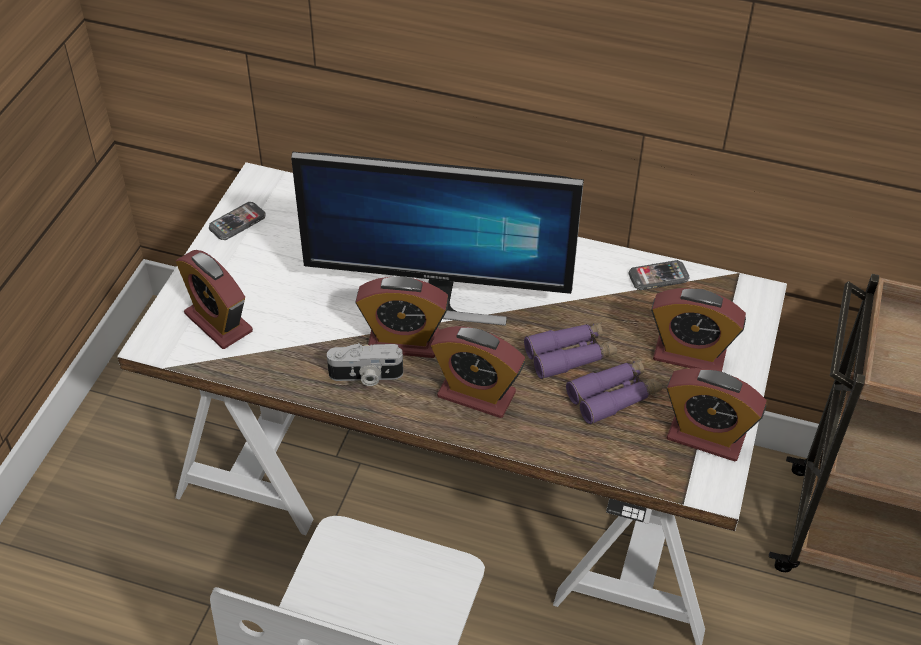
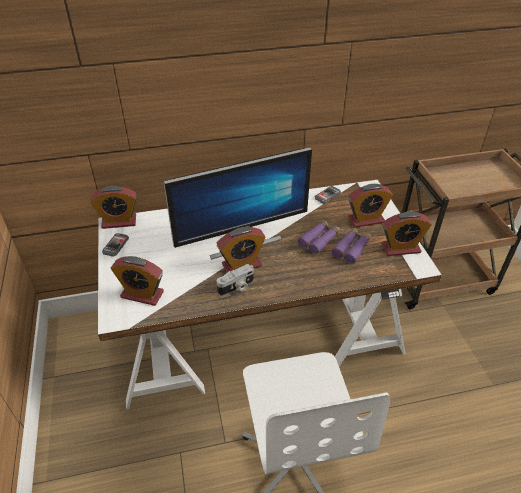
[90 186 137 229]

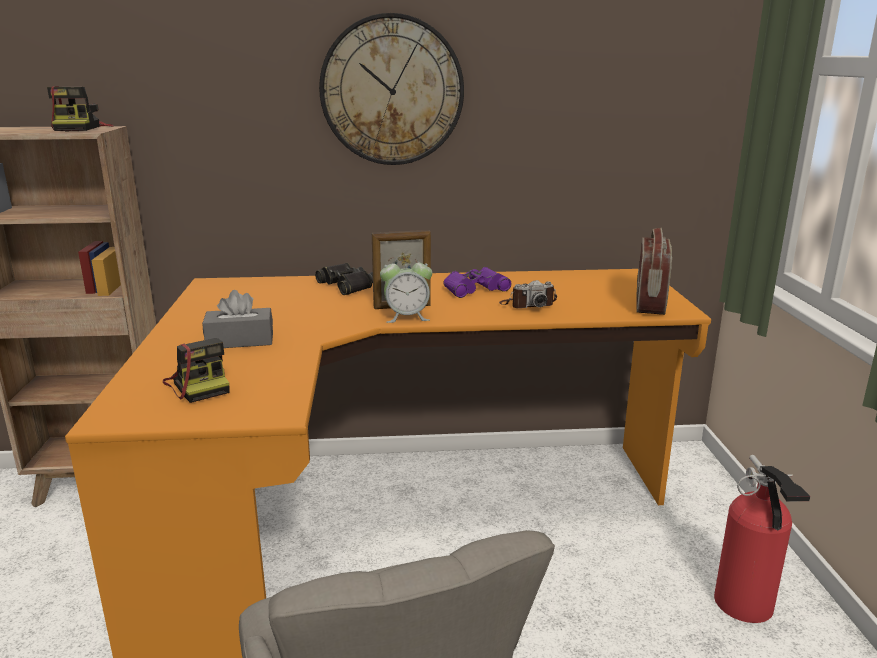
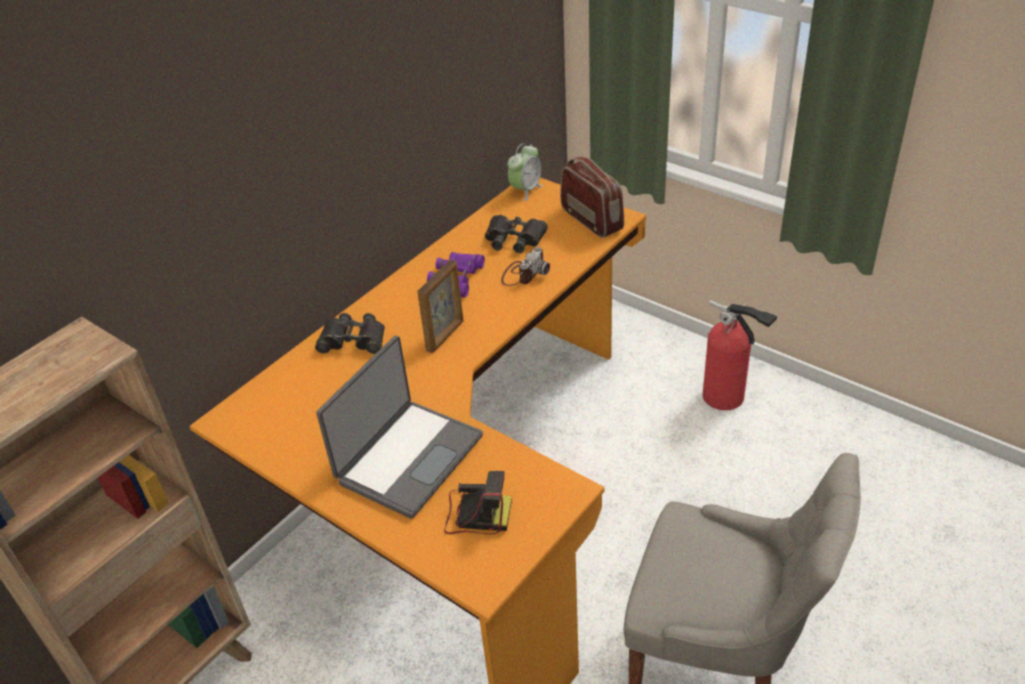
[316 335 483 518]
[485 215 548 253]
[507 143 543 201]
[47 86 114 131] (first image)
[319 13 464 165] (first image)

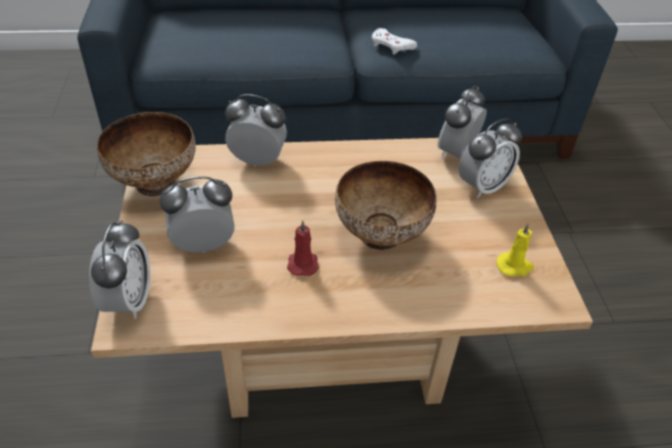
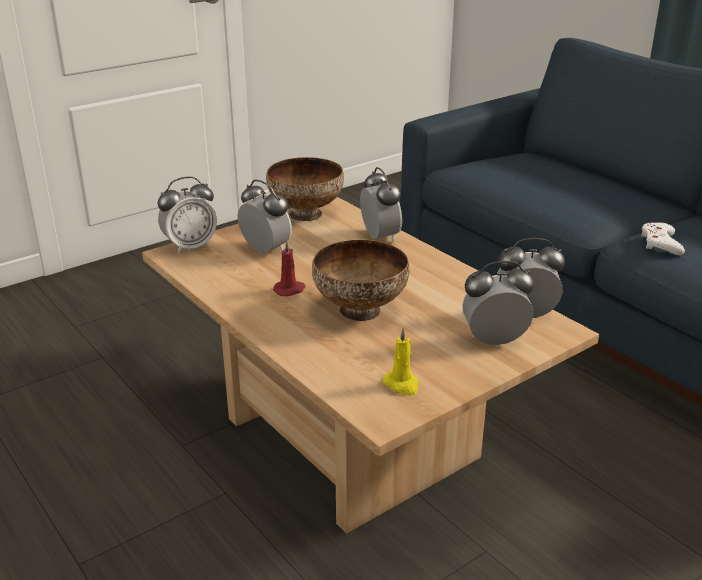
[462 261 534 347]

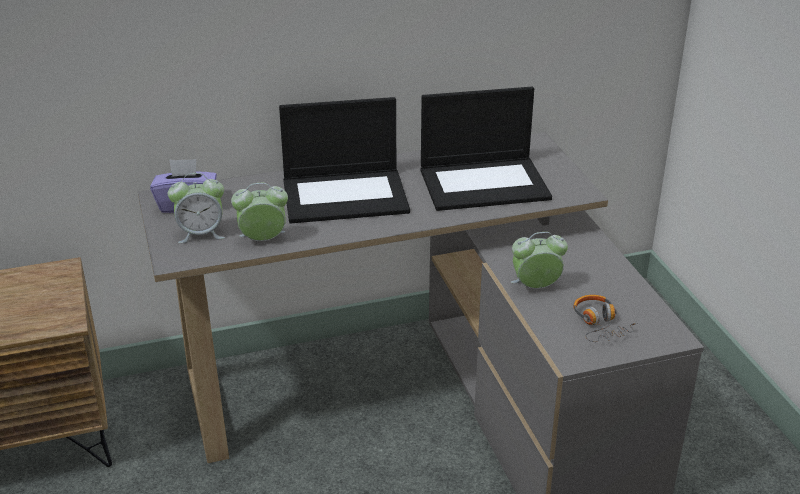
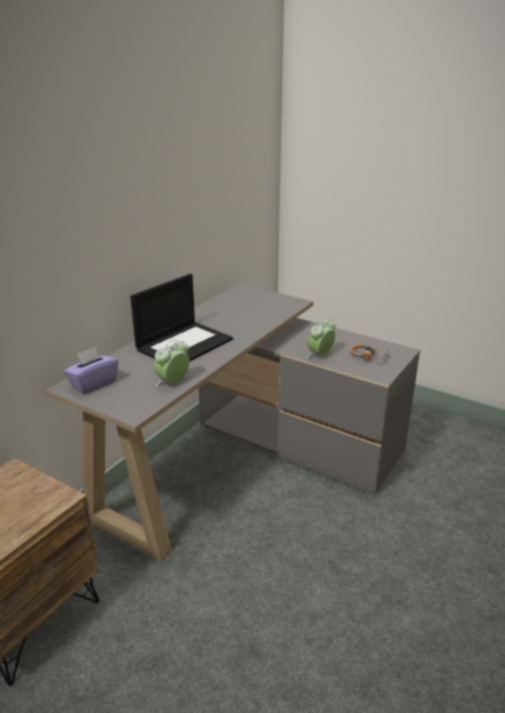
[168 173 225 243] (first image)
[421 87 552 211] (first image)

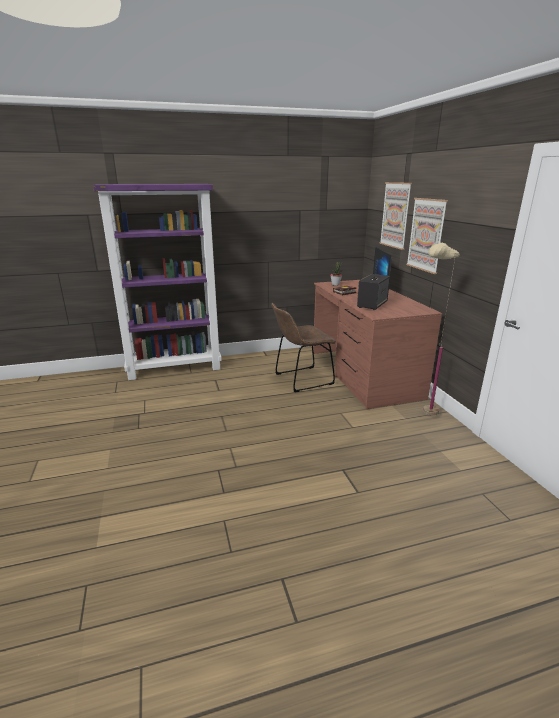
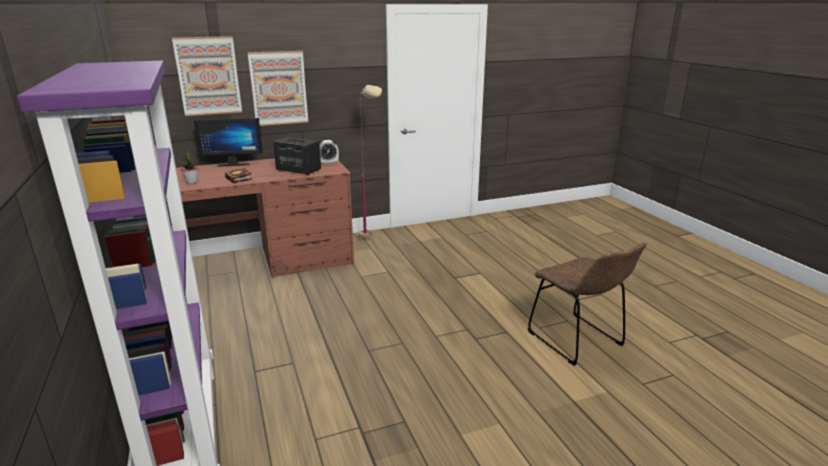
[320 140 339 164]
[528 242 647 366]

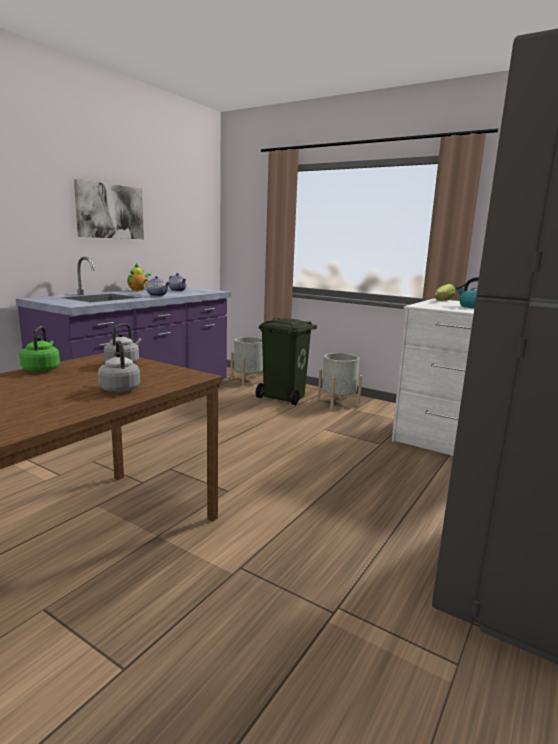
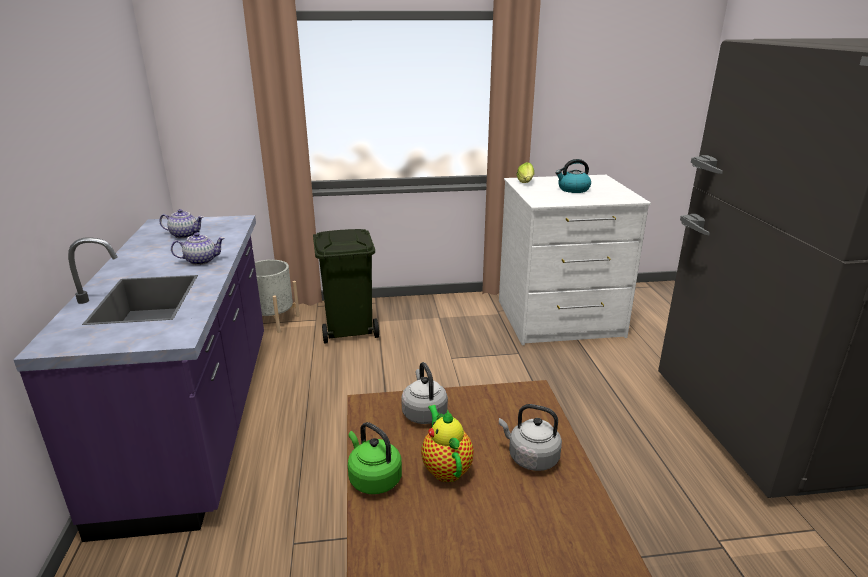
[421 405 474 482]
[74 179 144 239] (first image)
[318 353 362 410] (first image)

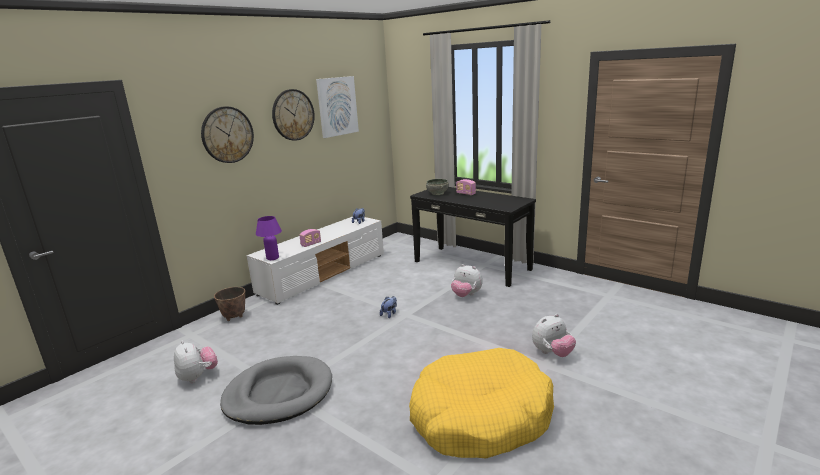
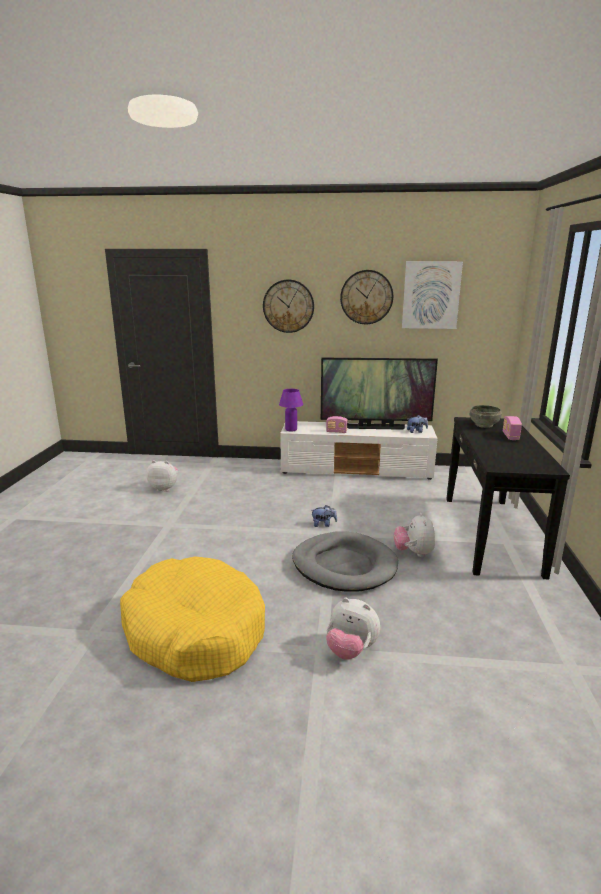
[146 460 178 492]
[292 531 398 592]
[321 358 438 430]
[214 287 245 321] (first image)

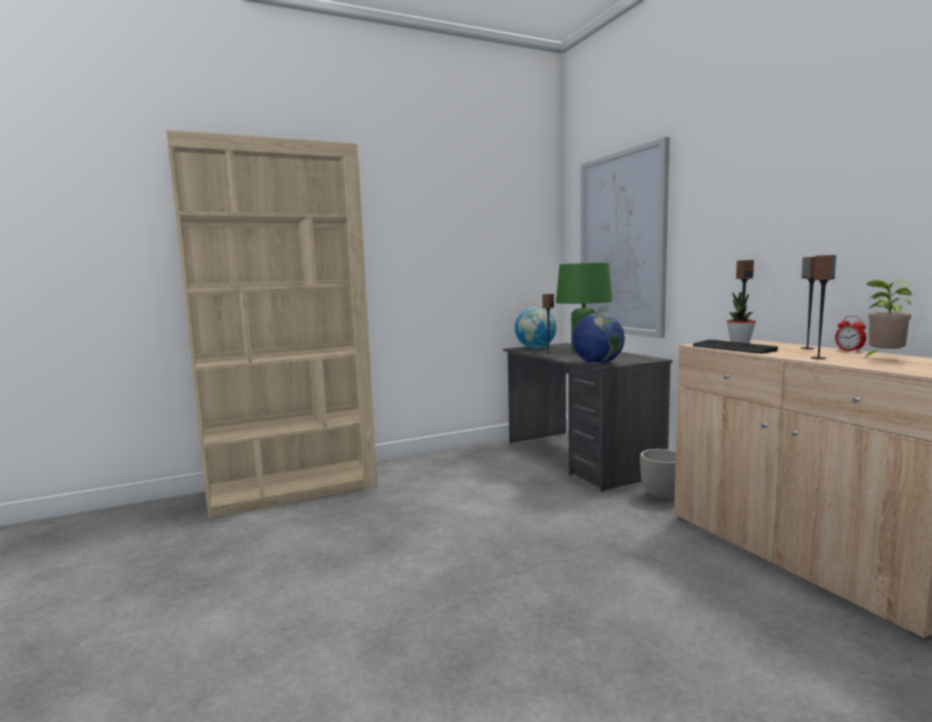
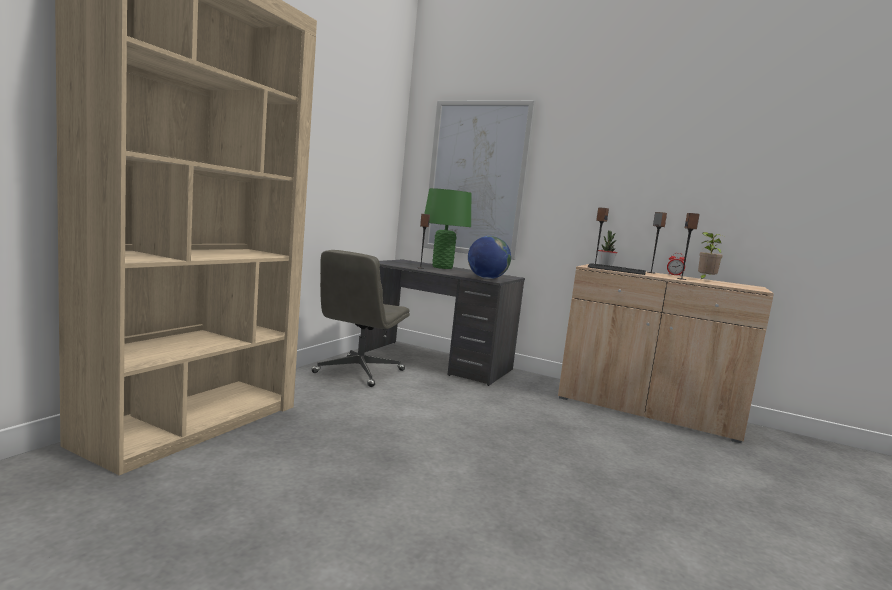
[311 250 410 387]
[515 307 557 349] (first image)
[640 449 676 501] (first image)

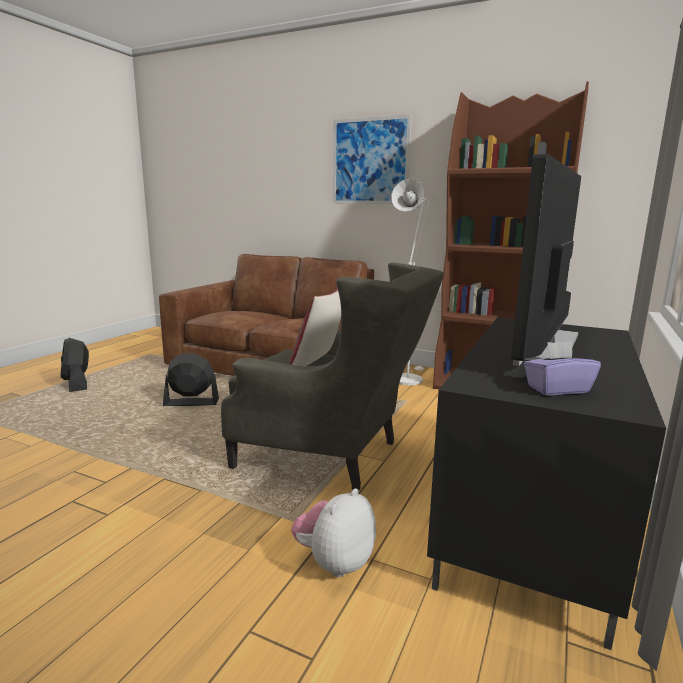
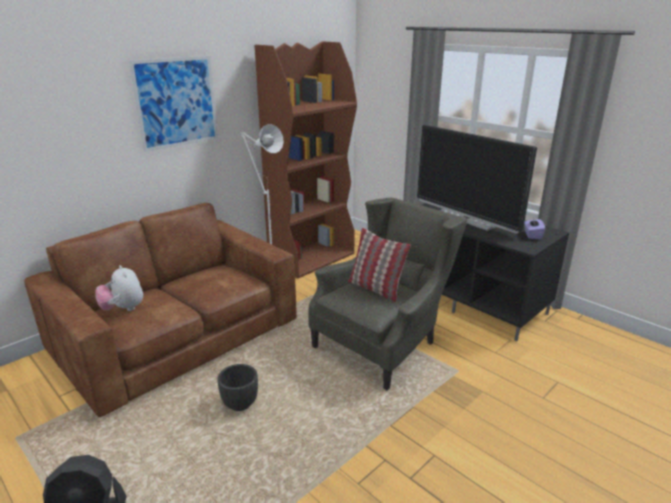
[95 265 143 311]
[217 364 258 411]

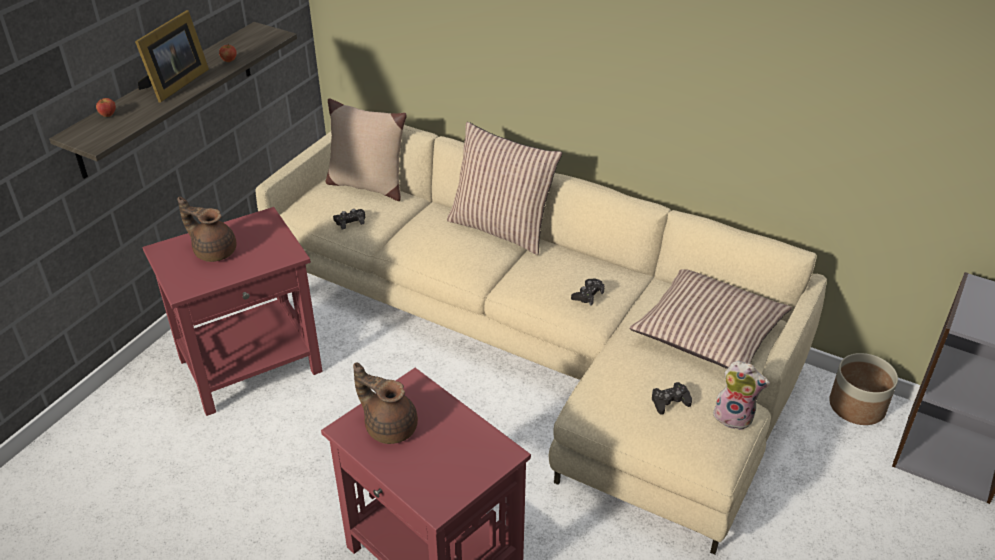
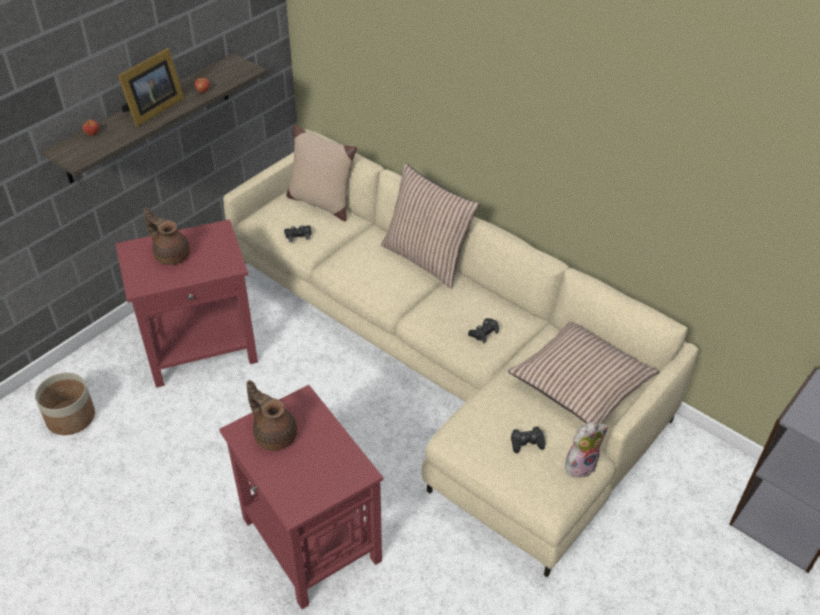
[35 372 95 435]
[565 422 608 478]

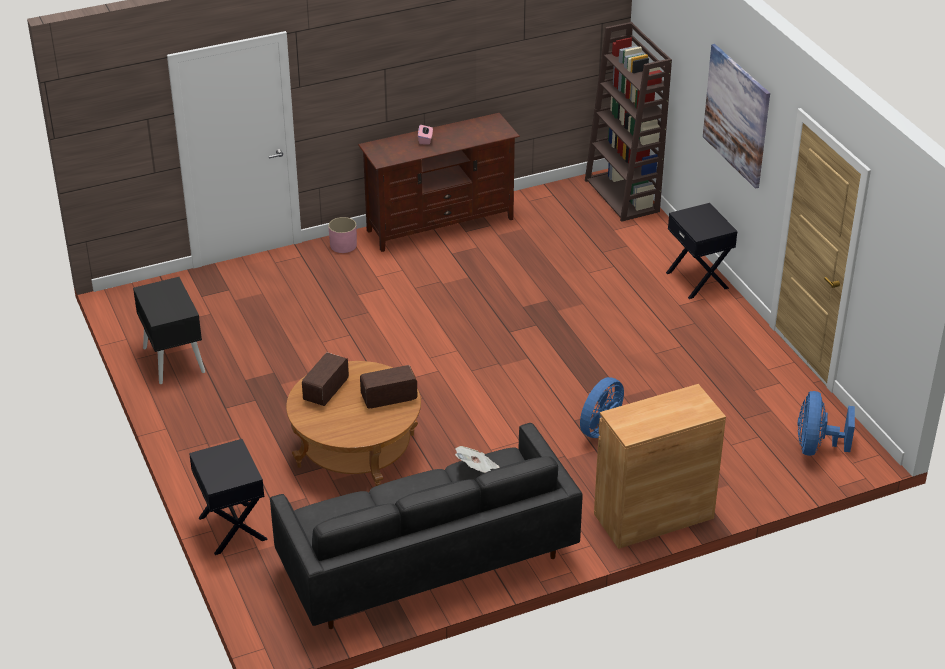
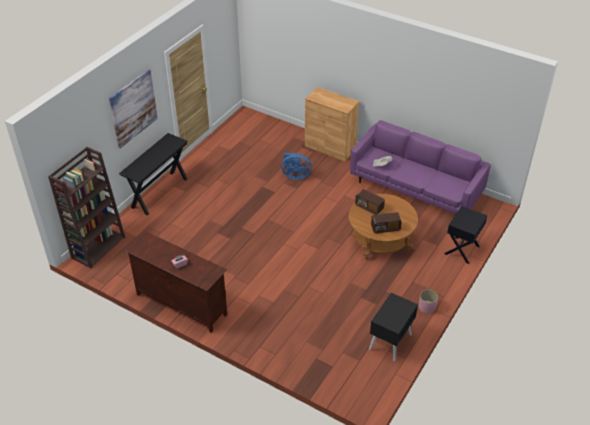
[119 133 188 215]
[350 120 491 214]
[419 290 438 314]
[797 391 855 456] (first image)

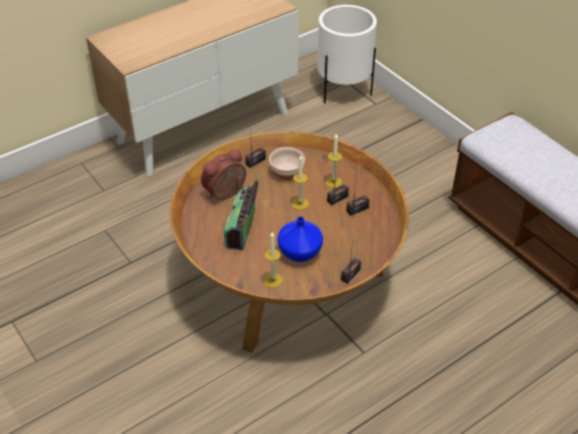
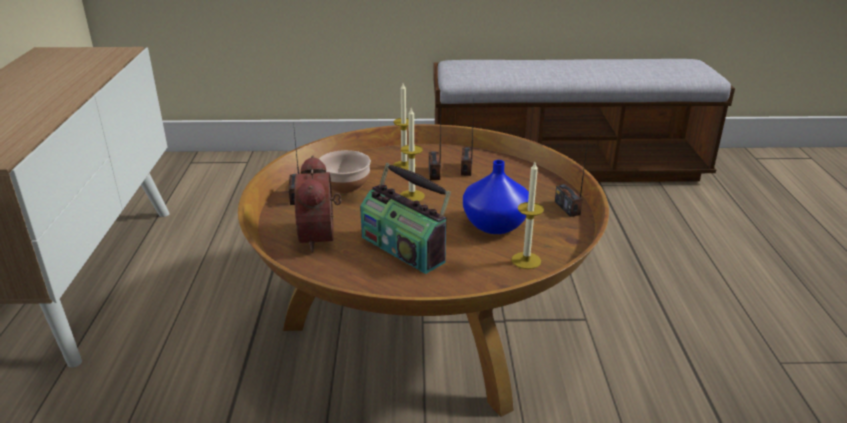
[317 5 377 103] (first image)

